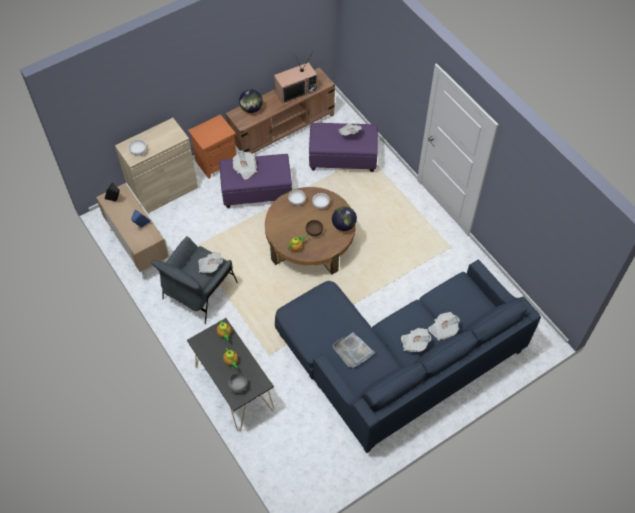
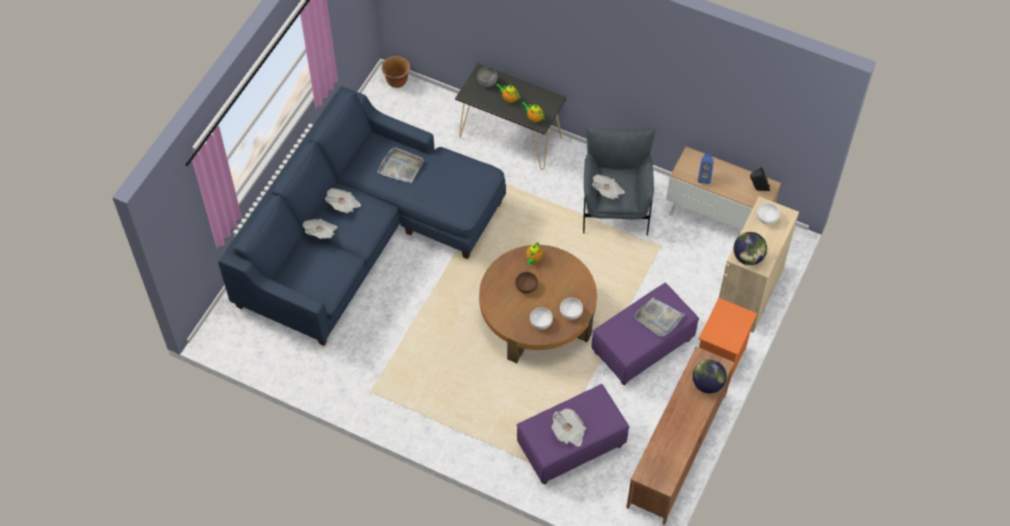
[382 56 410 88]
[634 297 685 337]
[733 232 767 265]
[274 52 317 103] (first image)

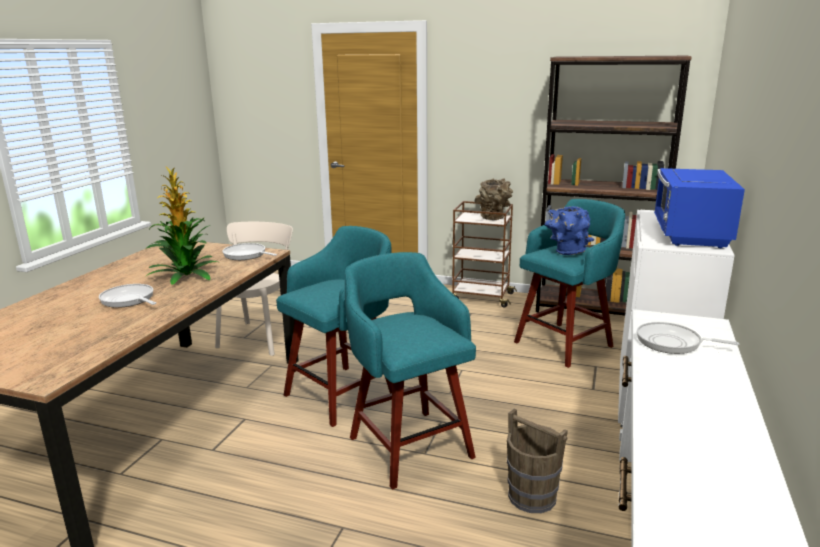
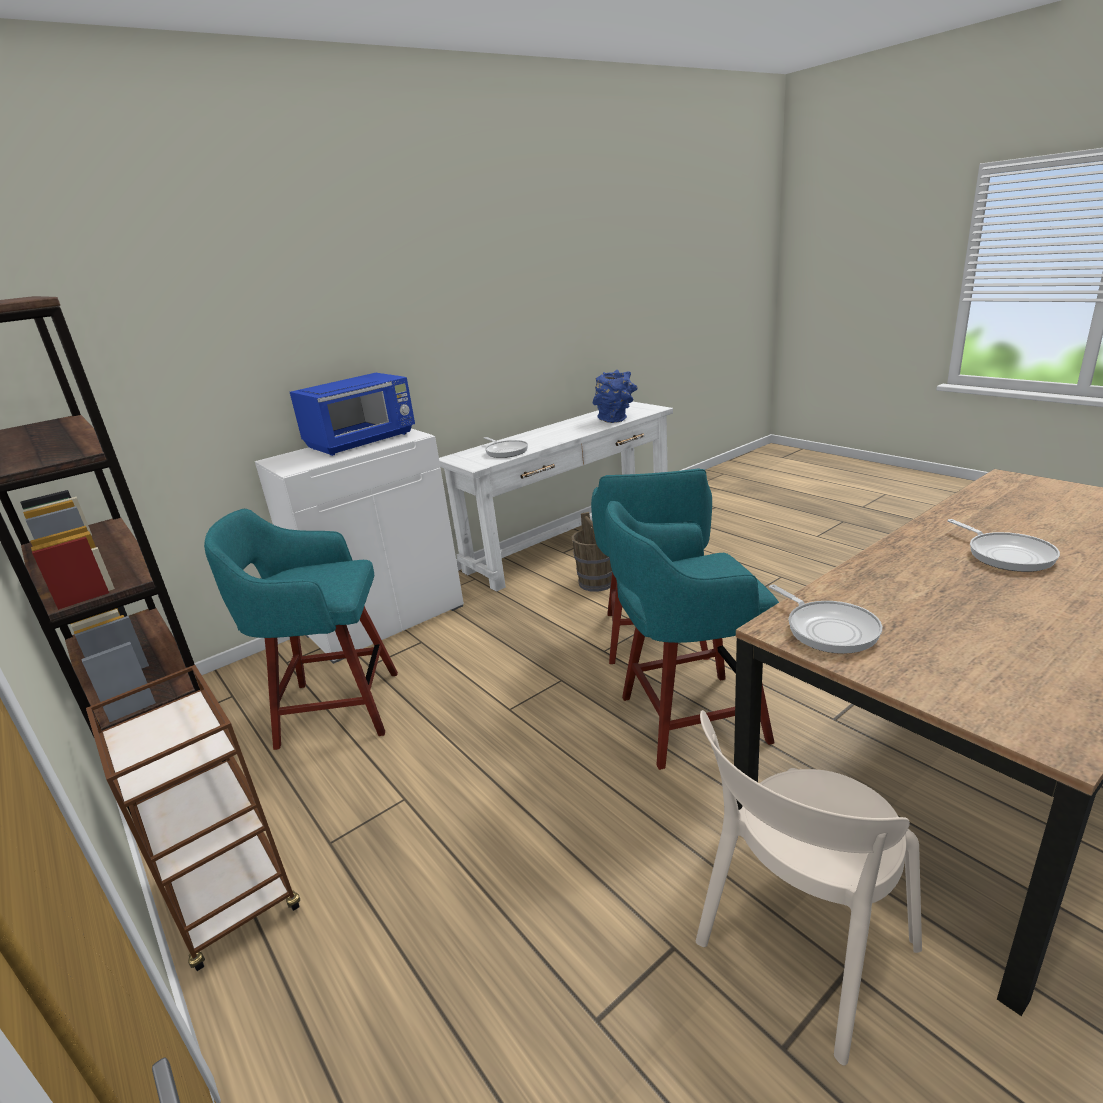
[593 370 638 423]
[146 166 217 285] (first image)
[474 178 513 220] (first image)

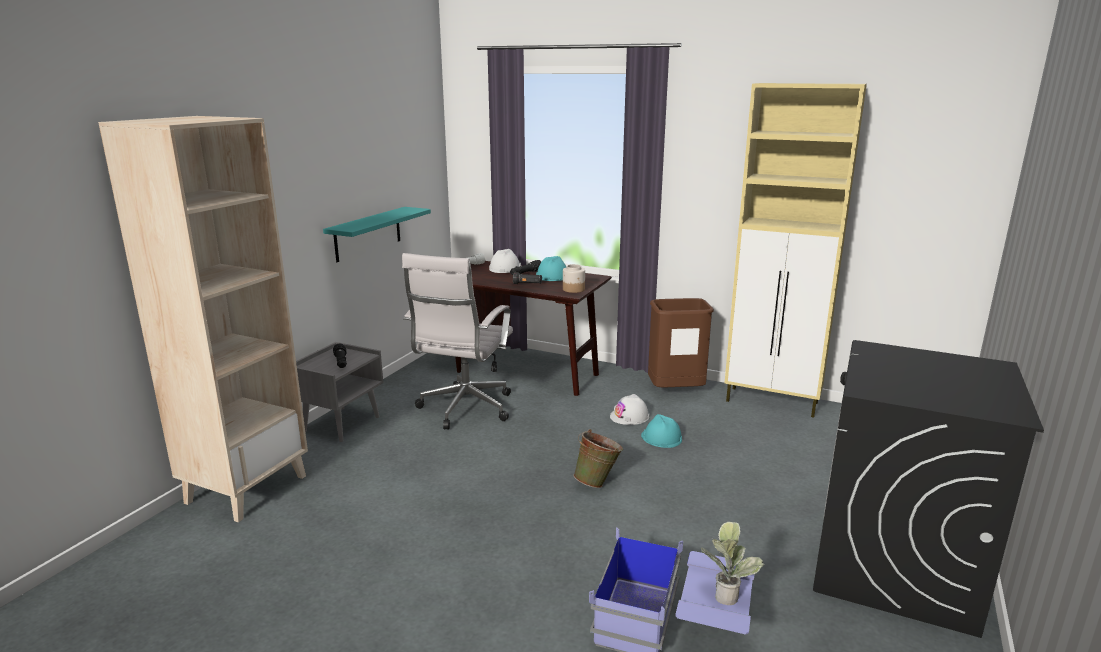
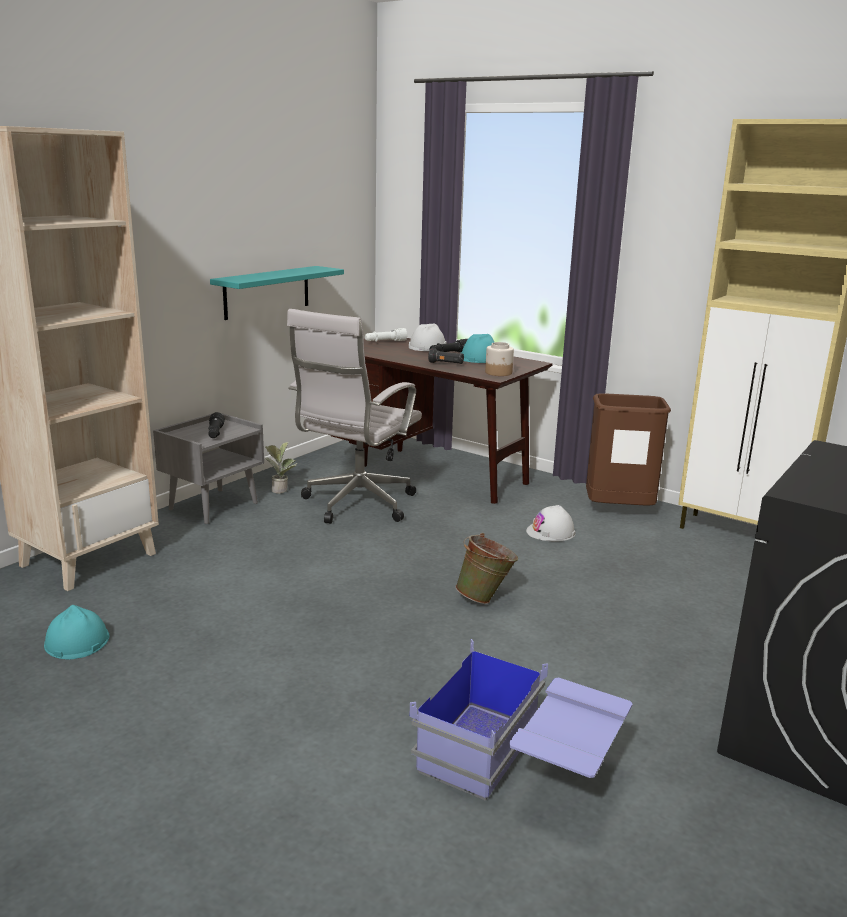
[44 605 109 659]
[265 442 297 494]

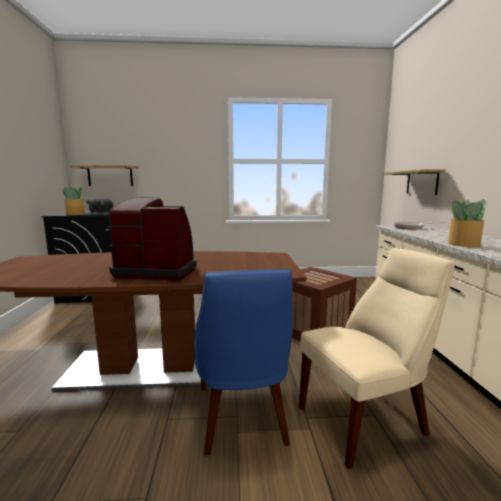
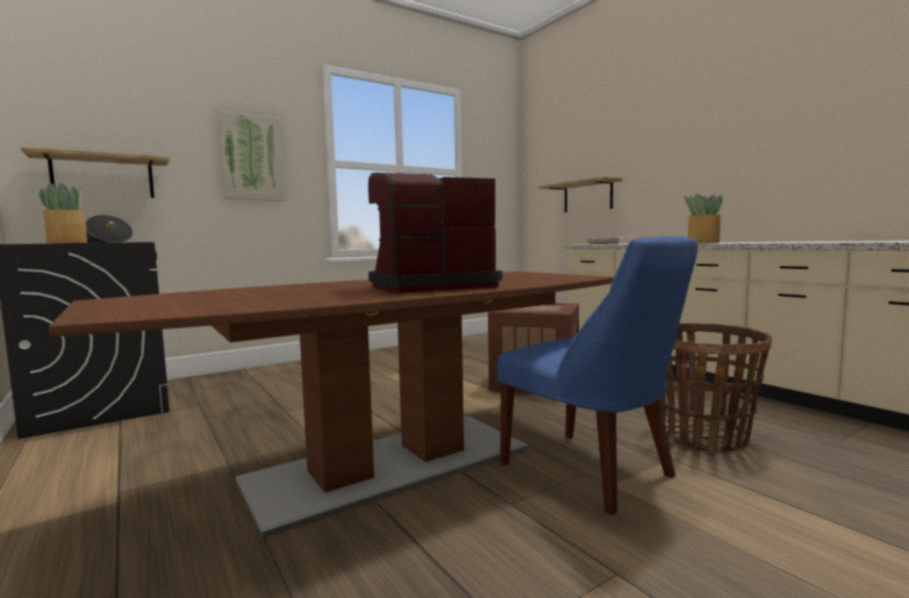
[218 111 284 201]
[659 323 772 454]

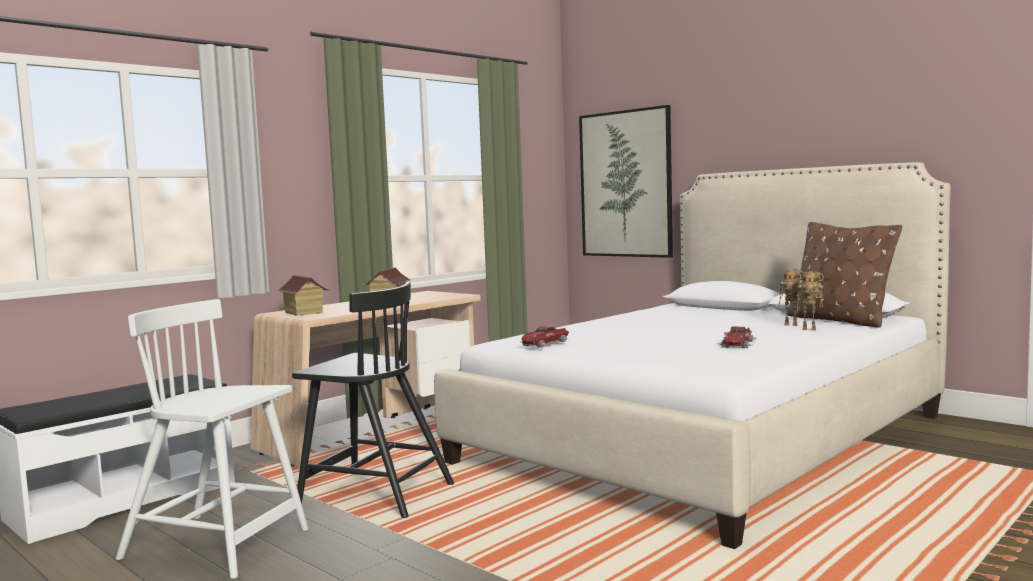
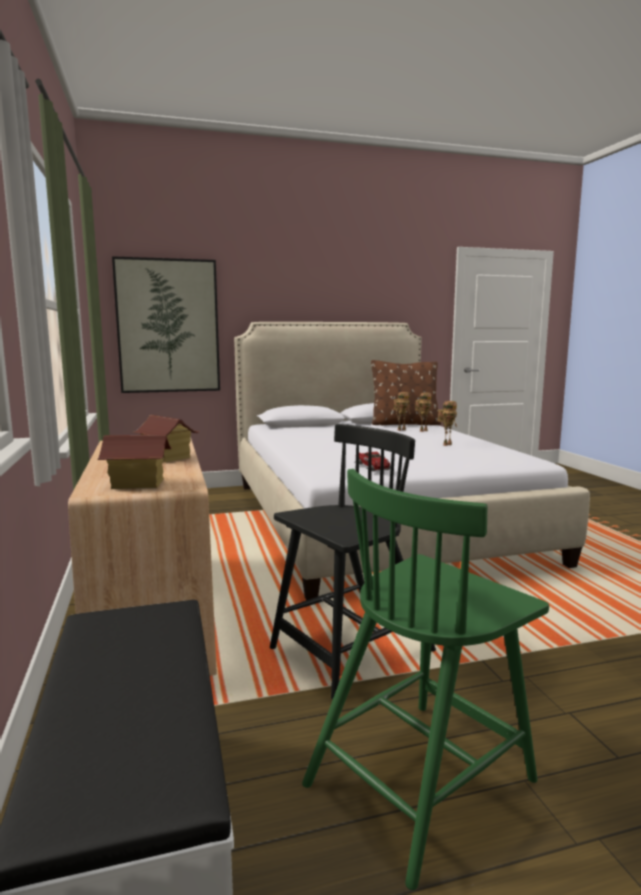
[302 469 549 890]
[438 401 457 446]

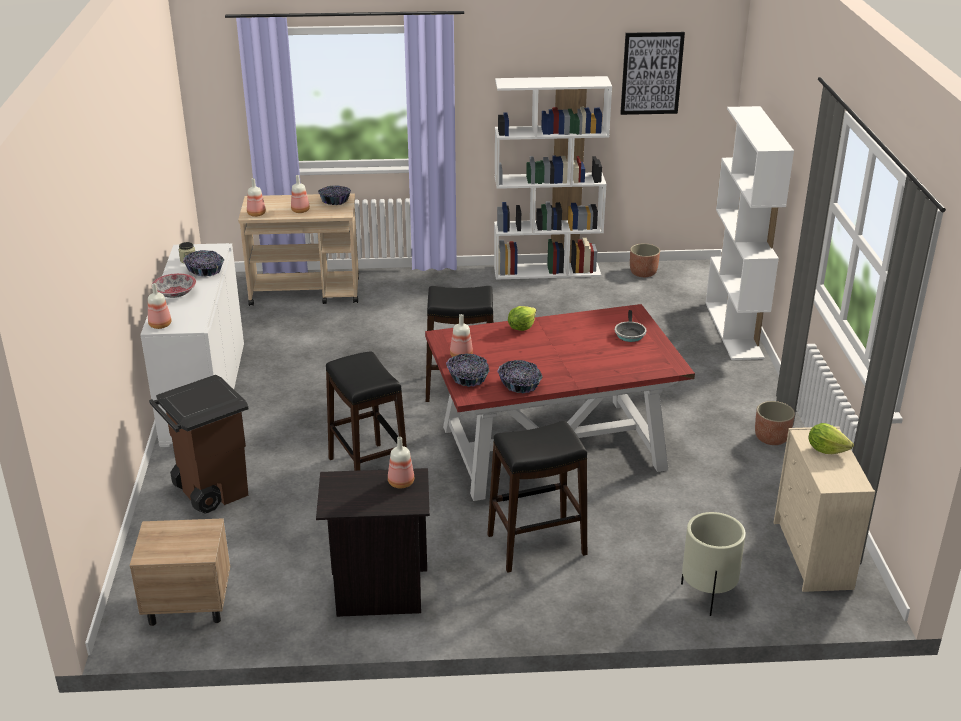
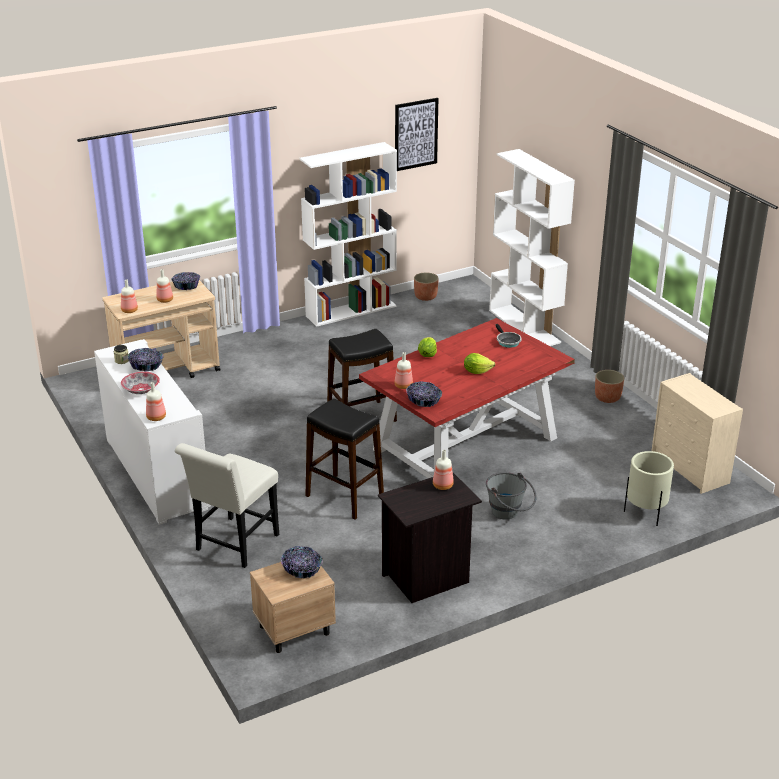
[175 443 279 568]
[281 546 323 578]
[464 353 495 374]
[486 472 537 520]

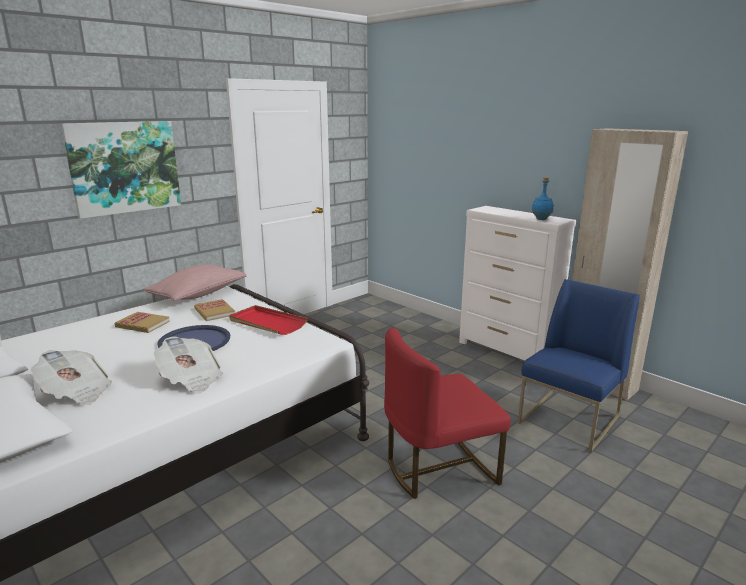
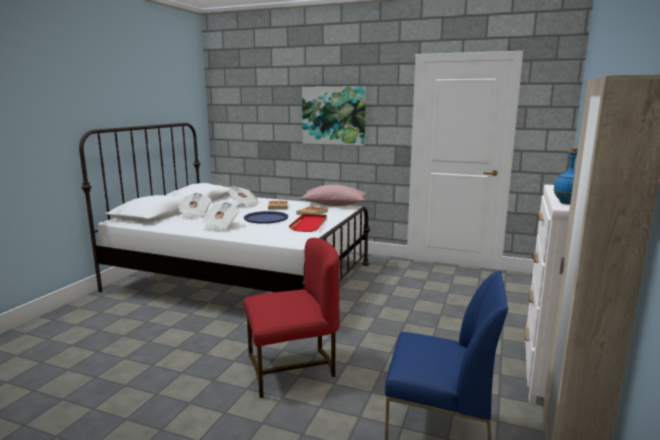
[228 186 260 207]
[243 238 340 398]

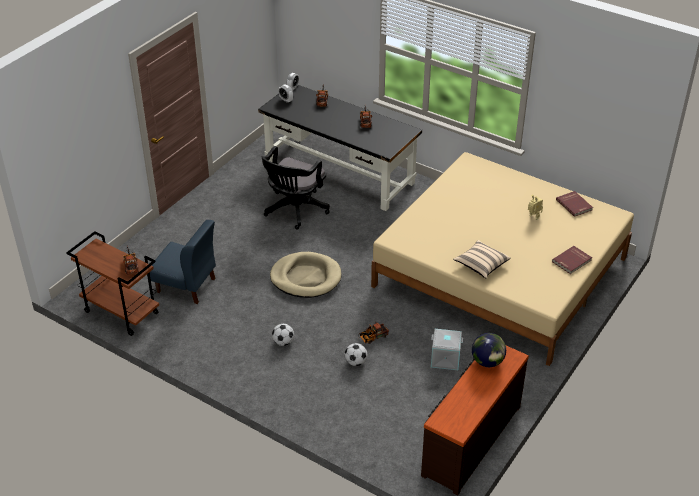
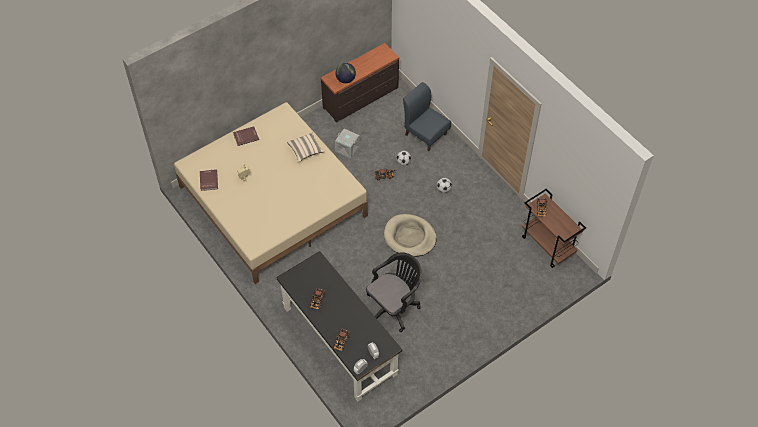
[403 82 451 151]

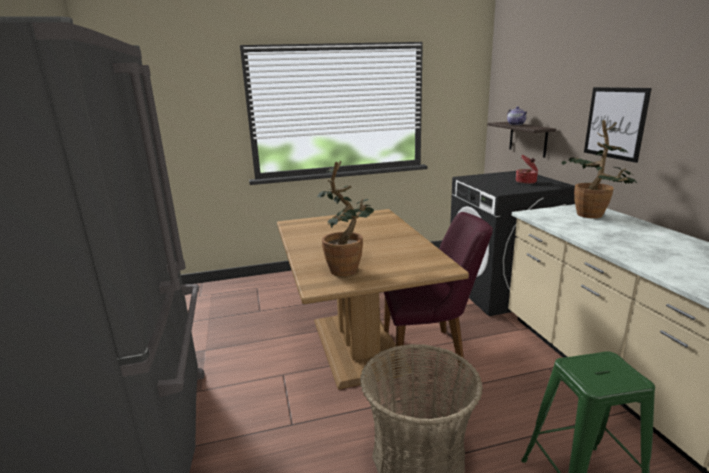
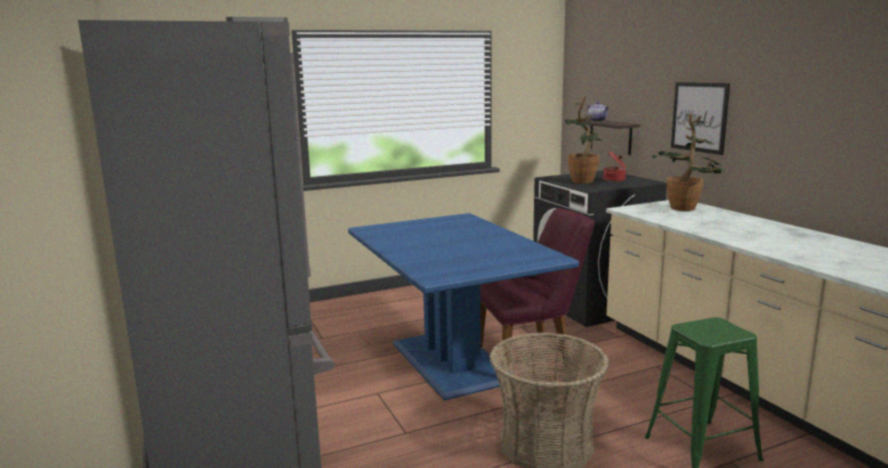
[348 213 579 401]
[566 97 602 184]

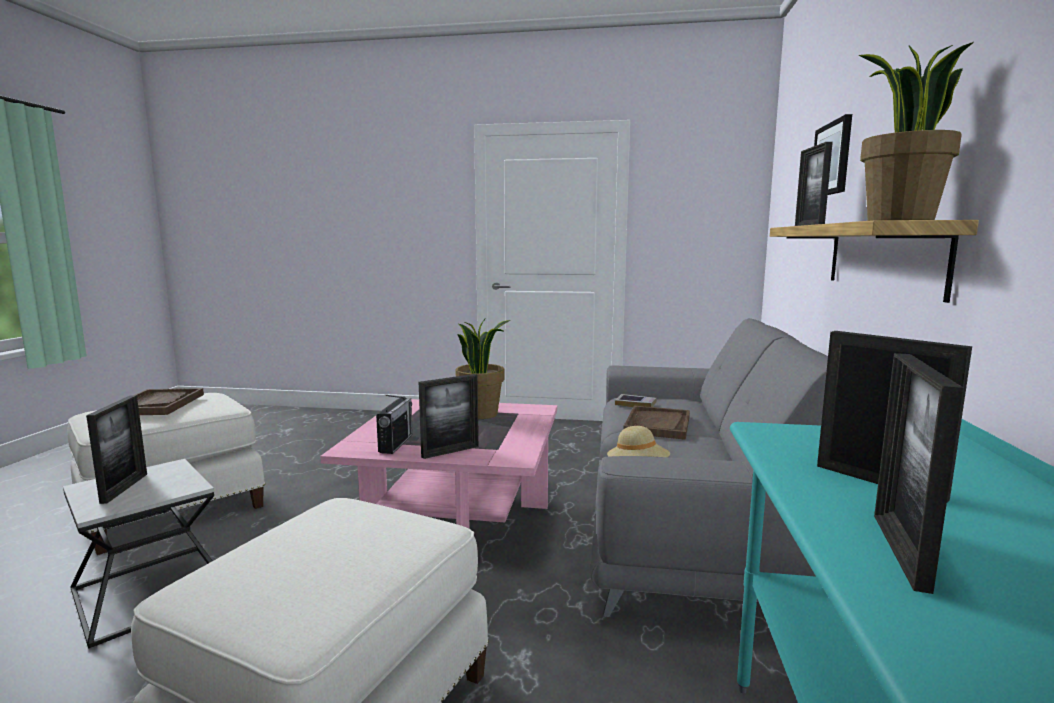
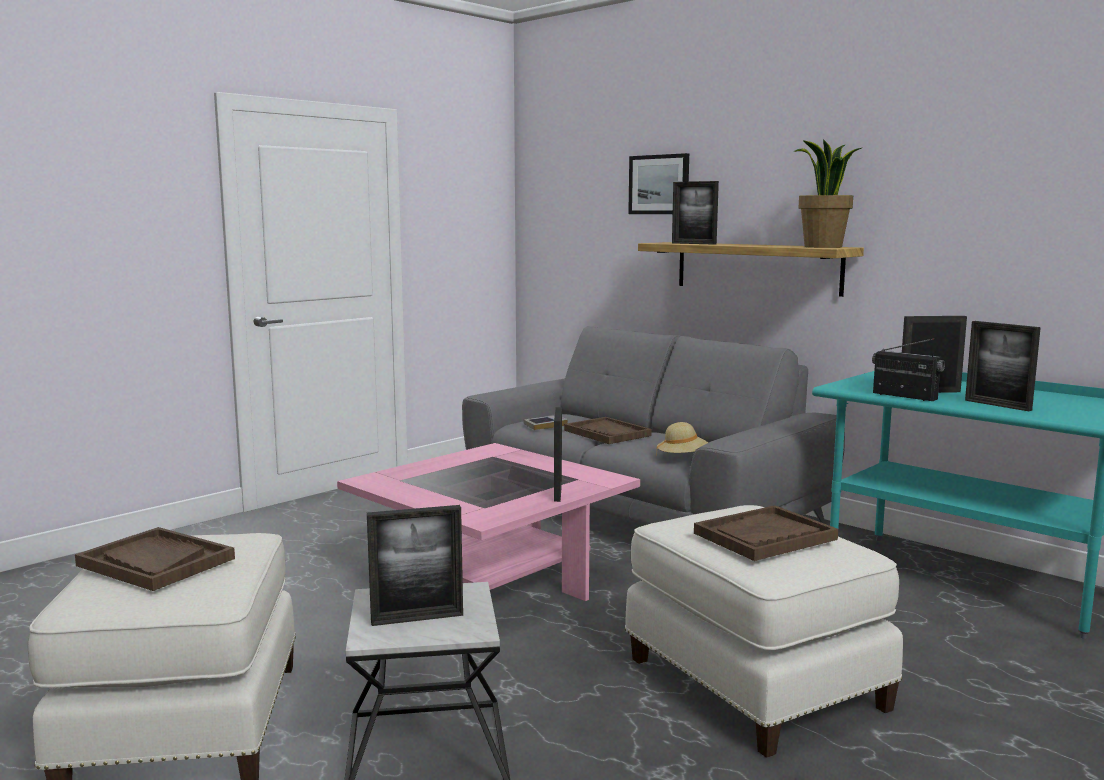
[367 505 463 626]
[694 505 838 561]
[872 339 945 401]
[455 319 510 419] (first image)

